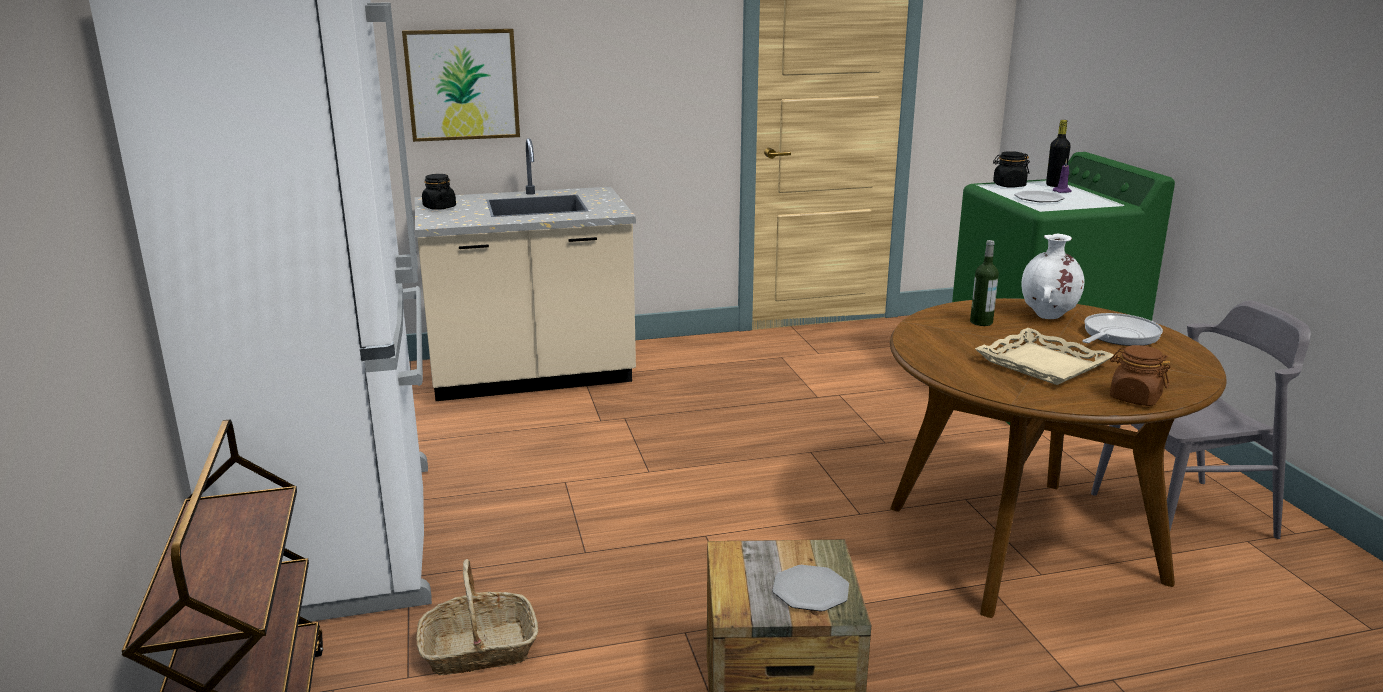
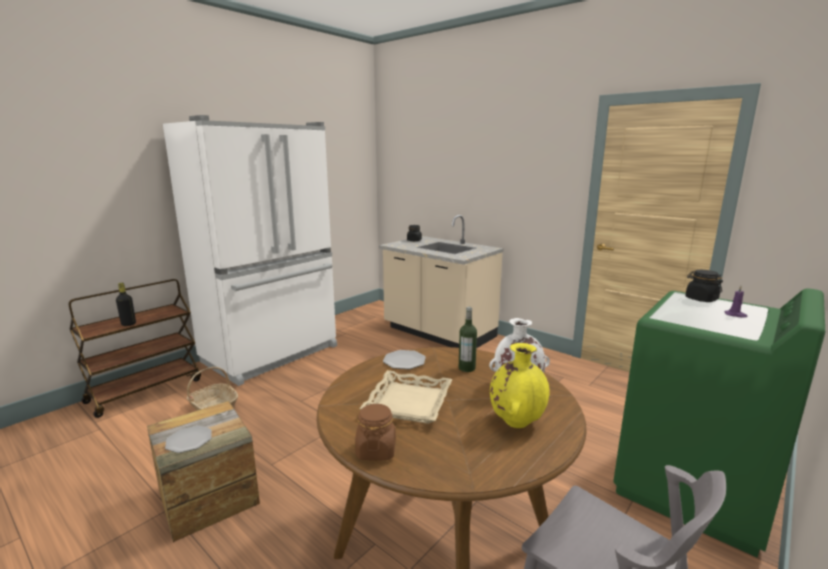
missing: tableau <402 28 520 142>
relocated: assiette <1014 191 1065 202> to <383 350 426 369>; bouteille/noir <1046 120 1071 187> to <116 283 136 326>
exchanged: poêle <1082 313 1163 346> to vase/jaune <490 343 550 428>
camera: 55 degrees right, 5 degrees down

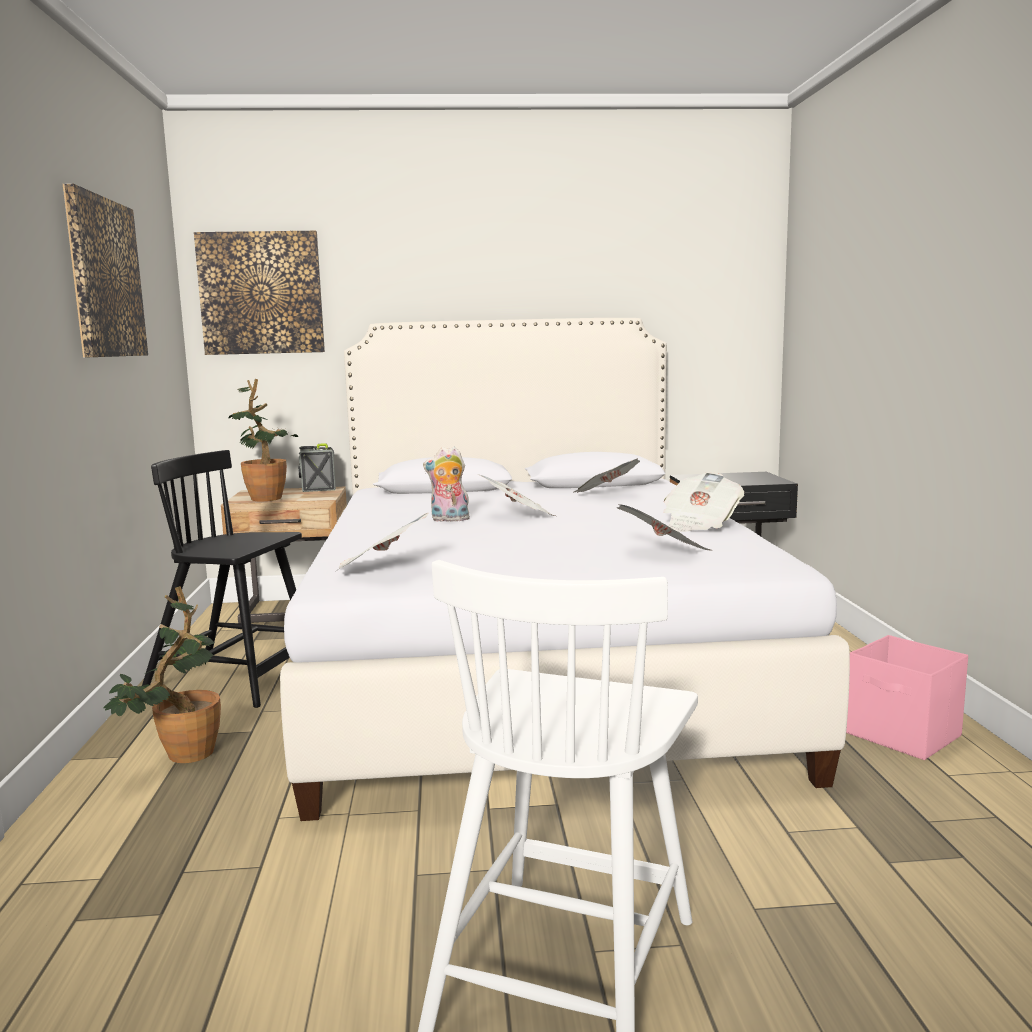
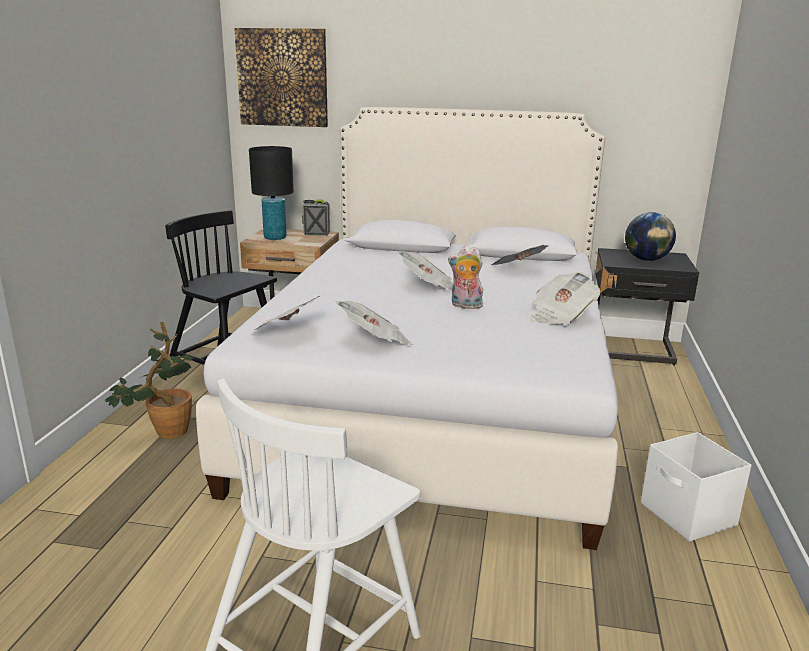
missing: tableau <63 183 148 358>
appeared: globe <625 212 676 261>
relocated: peluche <423 447 471 522> to <448 247 483 309>; journal <616 504 711 550> to <335 301 414 345>
exchanged: plante en pot <228 379 299 501> to lampe de table/noir <249 146 294 240>
colour: boîte de rangement/rose <846 635 968 760> to boîte de rangement/blanc <641 432 751 542>
camera: 15 degrees right, 10 degrees up

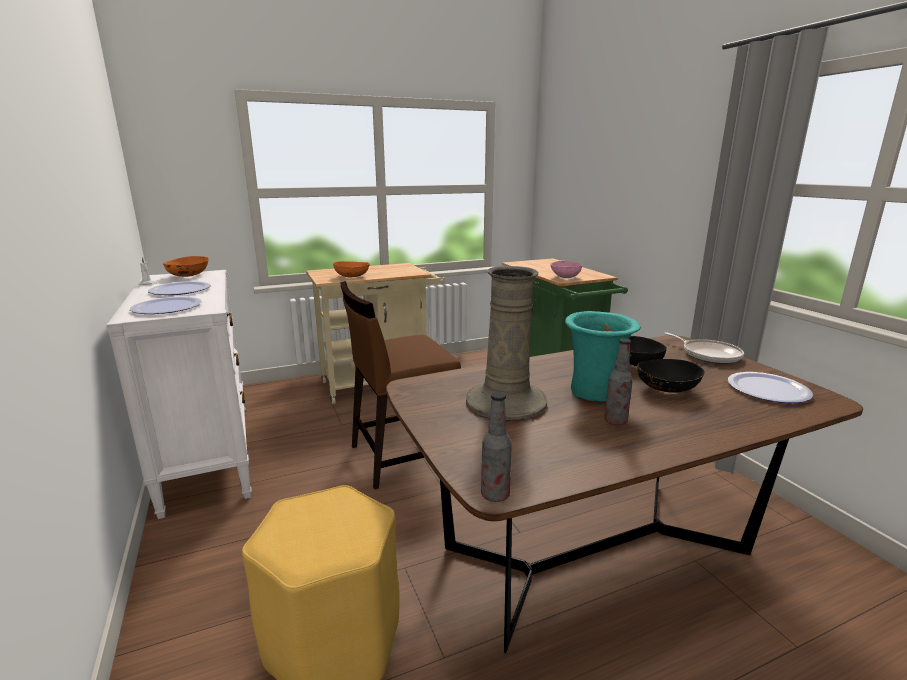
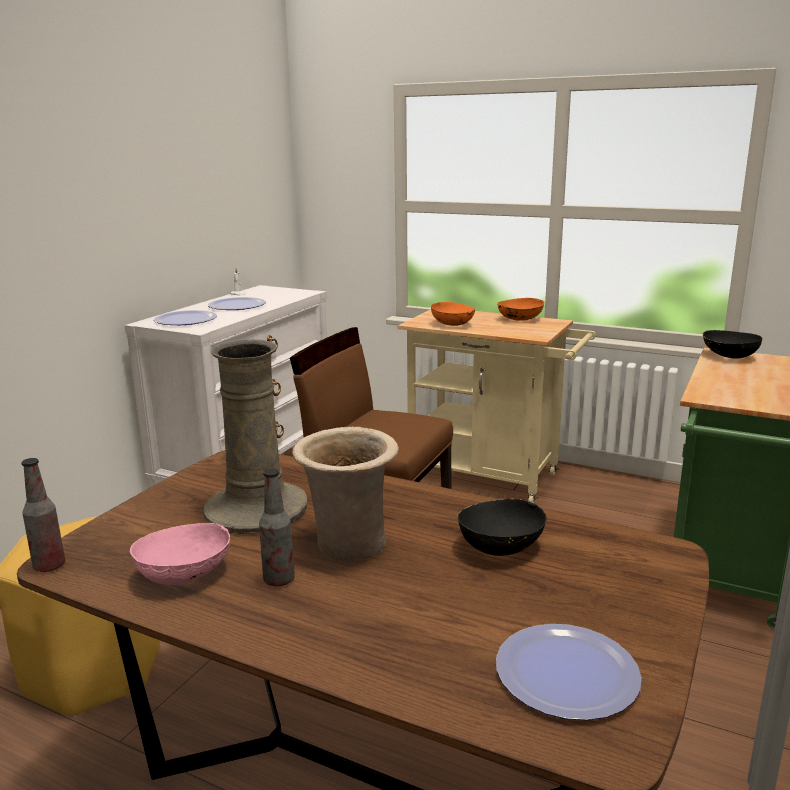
missing: poêle <664 332 744 364>
relocated: bol/orange <163 256 209 277> to <497 298 545 321>; bol/rose <550 261 582 278> to <130 523 230 585>; bol/noir <637 359 705 393> to <703 330 762 359>
colour: vase/turquoise <565 311 641 402> to vase/beige <292 427 399 561>
camera: 50 degrees right, 0 degrees up

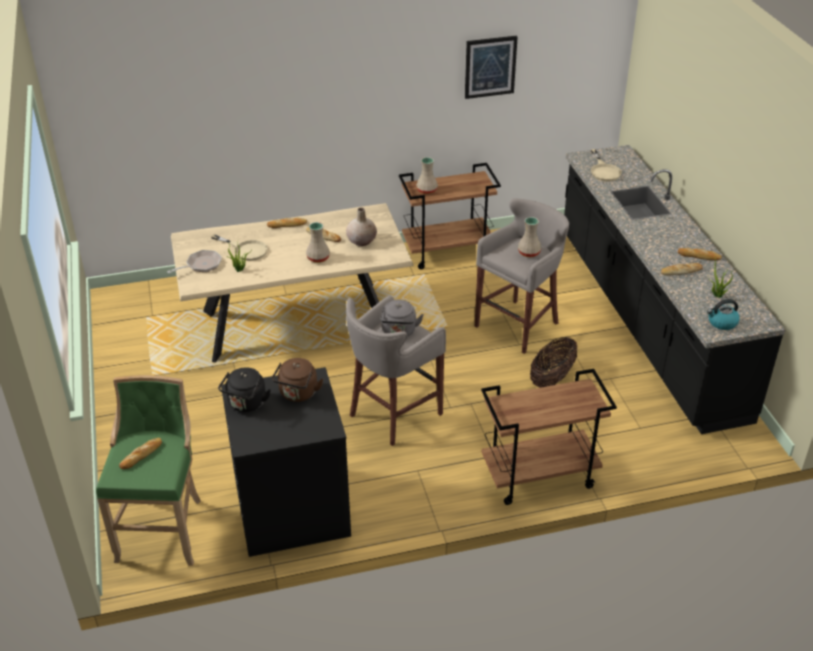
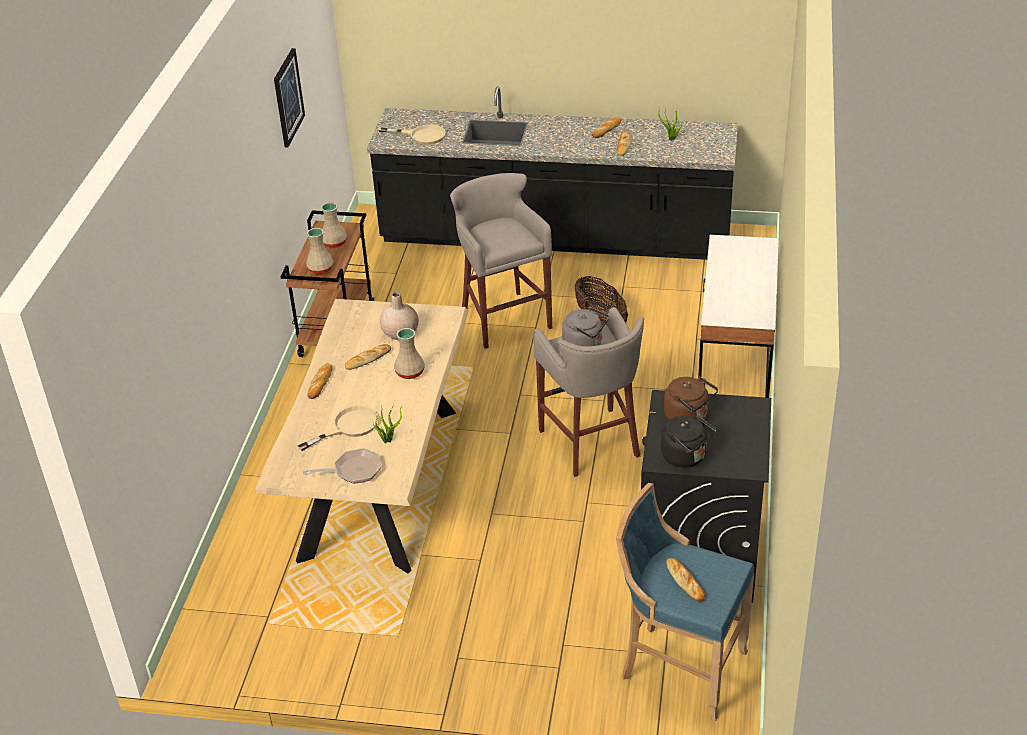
missing: bouilloire <707 299 740 330>
relocated: vase/beige <518 217 541 257> to <321 202 347 248>
exchanged: chariot/marron <481 369 617 505> to bureau/blanc <699 235 778 398>
colour: tabouret/vert <96 375 201 566> to tabouret/bleu <616 483 755 721>
spun: poêle <167 250 222 273> = <303 448 382 484> 90 degrees clockwise
camera: 65 degrees left, 0 degrees up

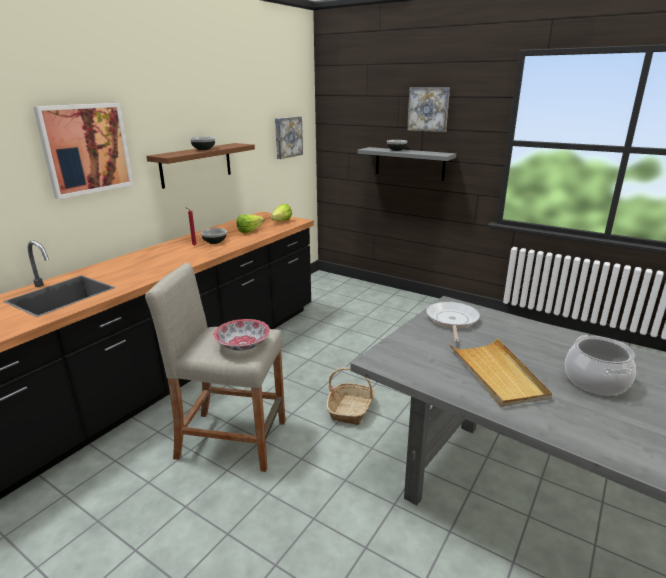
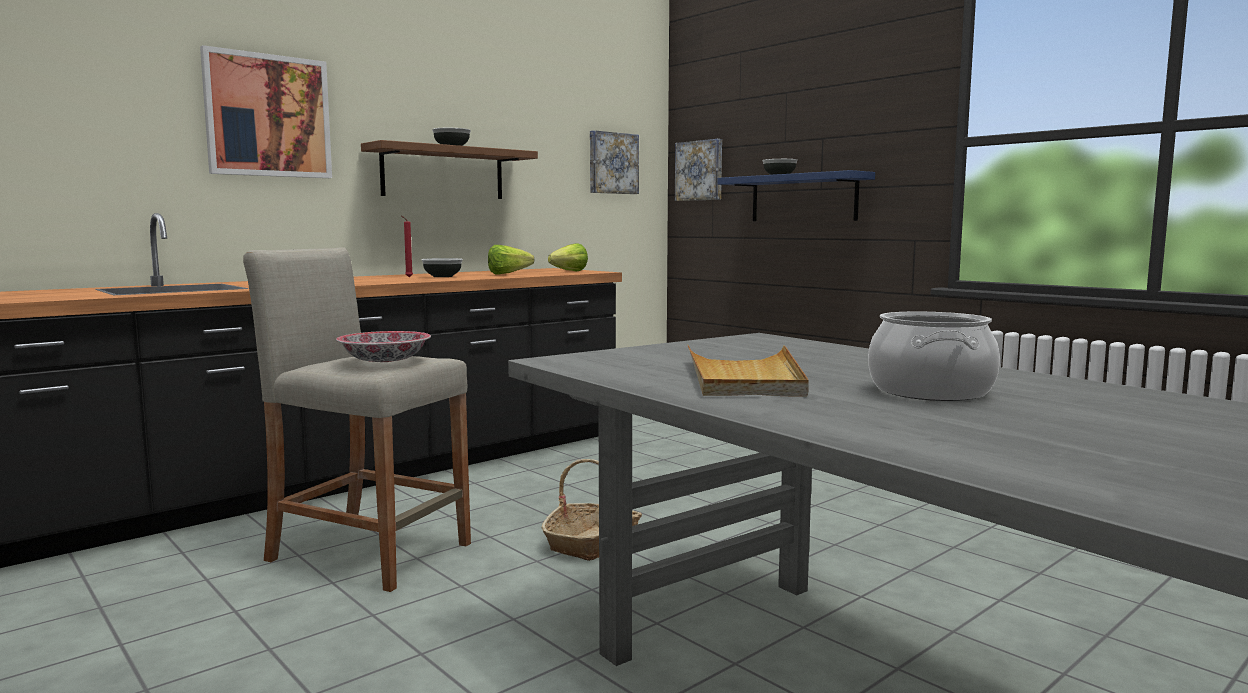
missing: poêle <426 302 480 343>
relocated: tableau <407 88 450 132> to <675 139 722 201>
colour: étagère/gris <358 147 456 181> to étagère/bleu <717 170 875 221>
camera: 15 degrees right, 15 degrees down

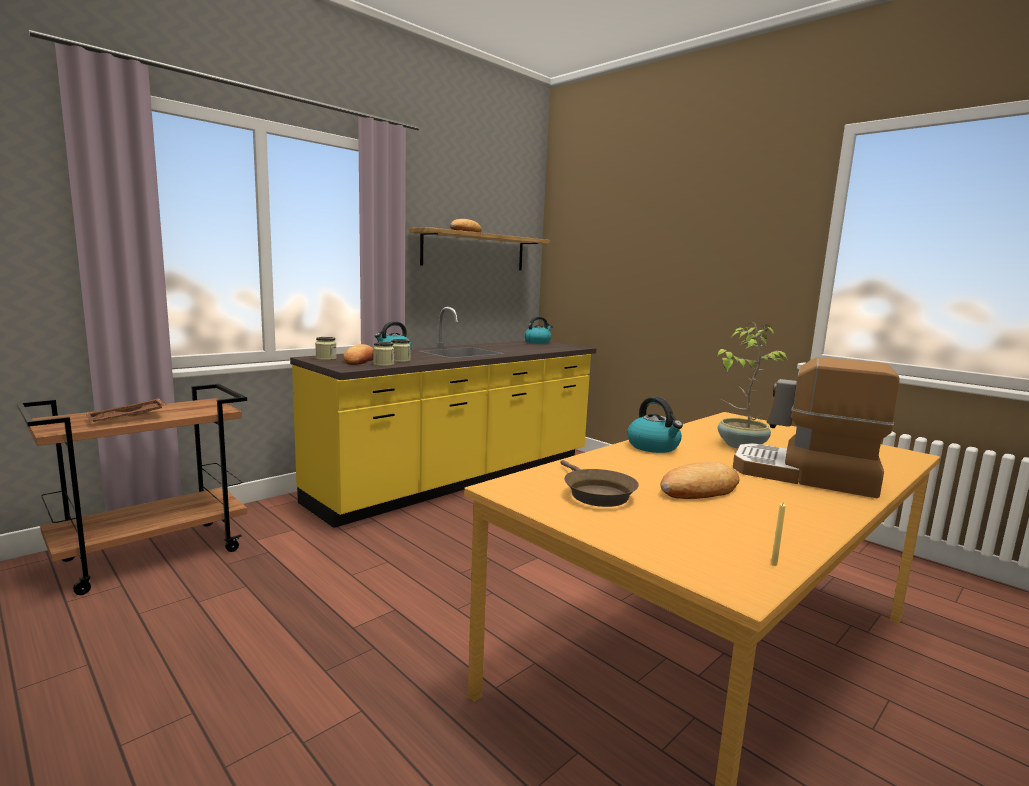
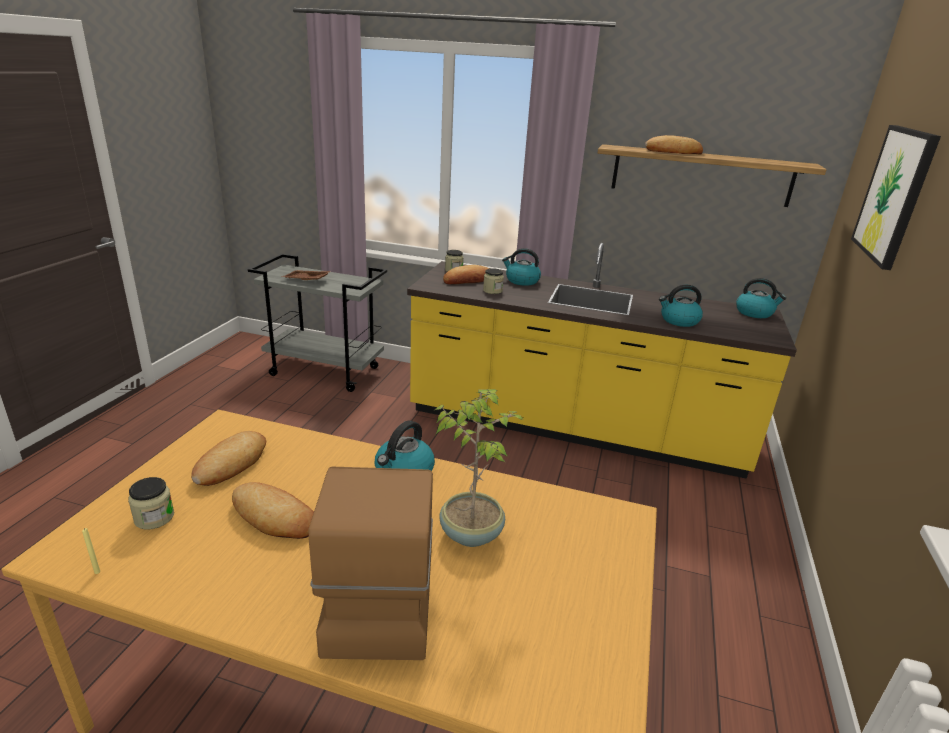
appeared: bouilloire <659 285 703 327>; tableau <851 125 941 270>
relocated: bocal <373 342 394 366> to <128 477 174 530>
exchanged: poêle/marron <561 460 639 507> to pain <191 431 266 486>
colour: chariot/marron <17 384 247 595> to chariot/gris <248 254 387 392>
camera: 60 degrees right, 15 degrees up

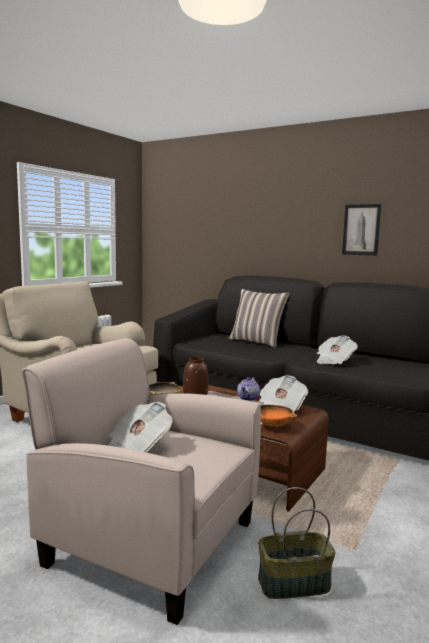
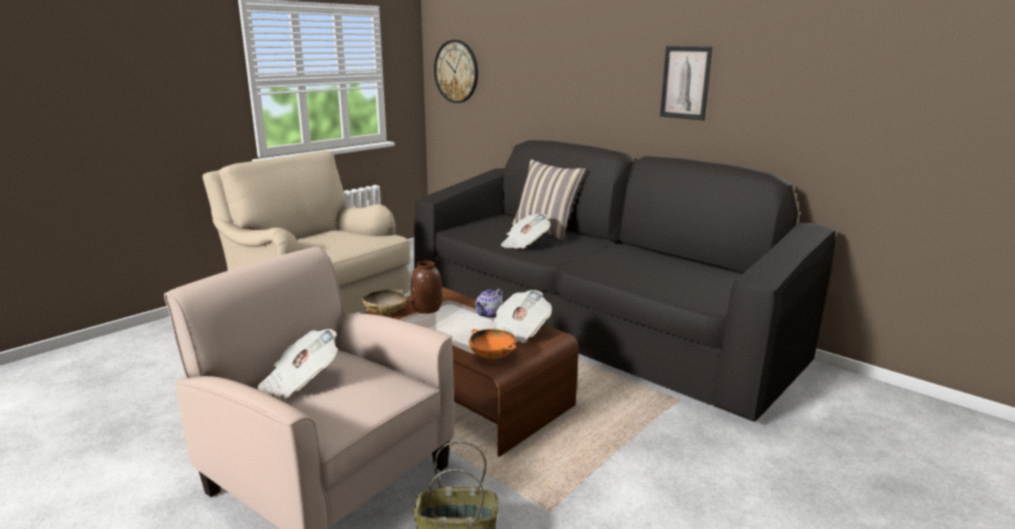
appeared: horloge murale <434 40 478 103>
relocated: journal <317 335 358 364> to <501 213 550 249>
camera: 10 degrees right, 10 degrees up

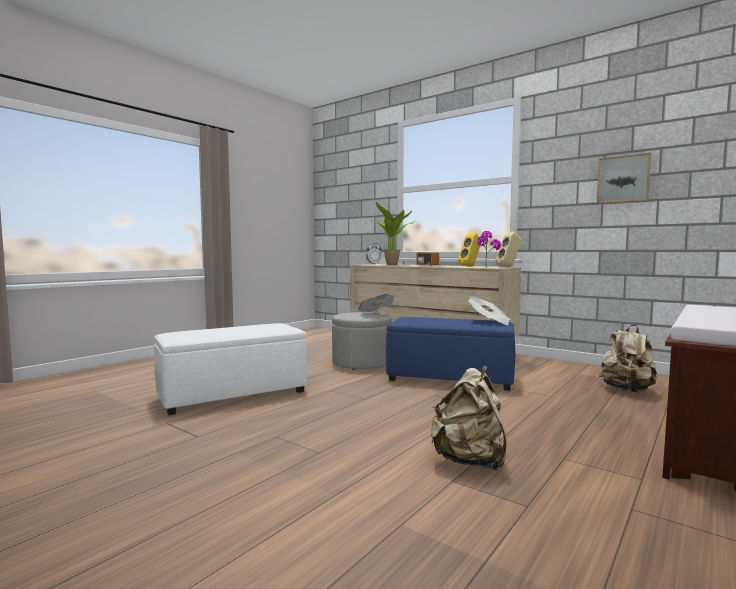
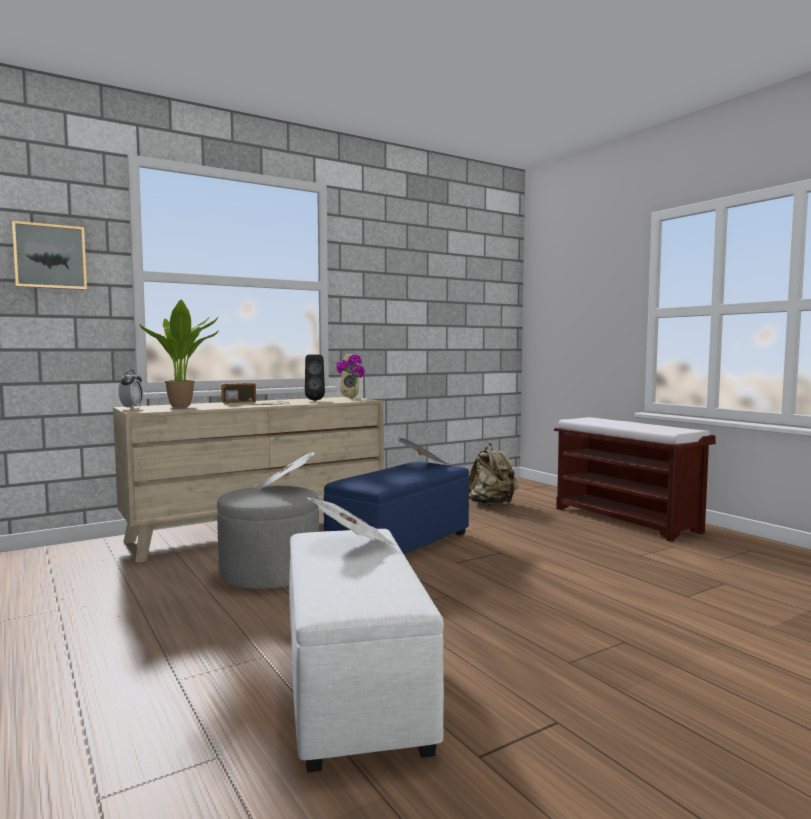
missing: sac à dos/beige <431 366 507 471>
appeared: journal <306 497 396 545>
relocated: tableau <597 153 651 204> to <12 221 87 290>
colour: enceinte/jaune <458 232 482 267> to enceinte/noir <305 354 325 401>
camera: 70 degrees left, 0 degrees up

